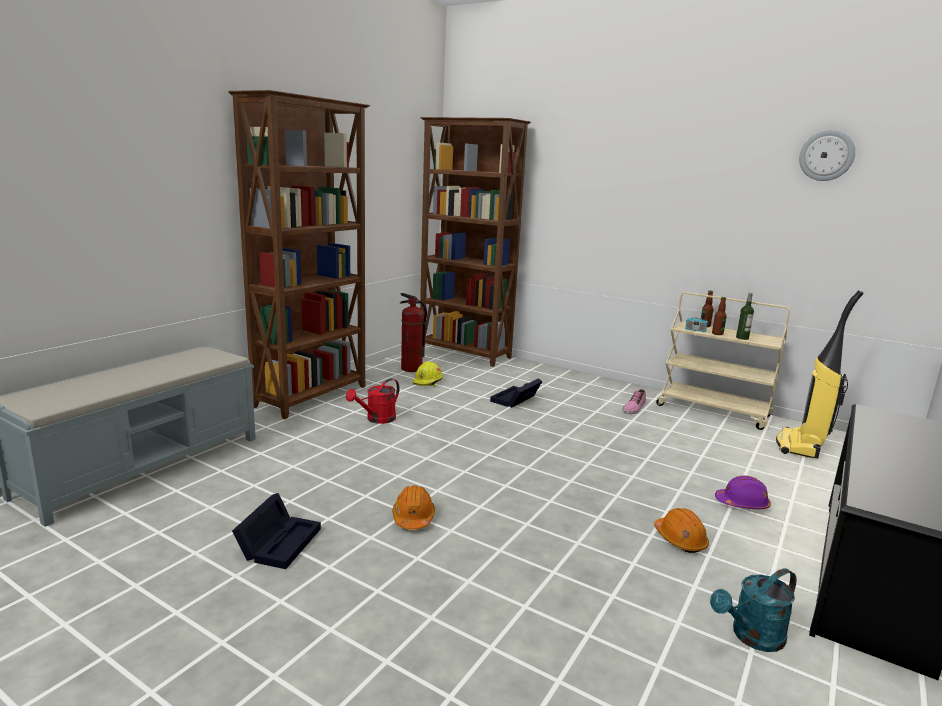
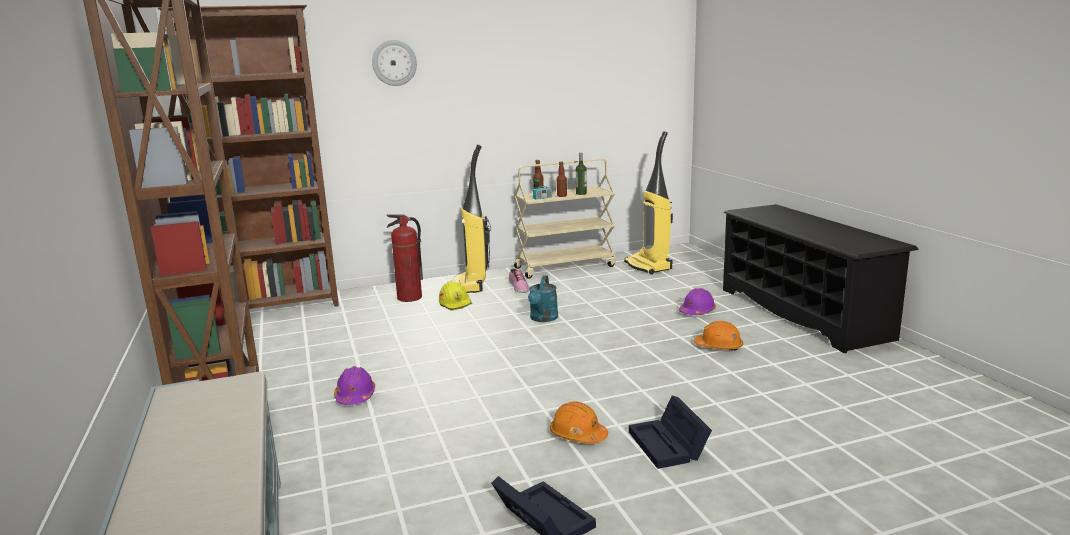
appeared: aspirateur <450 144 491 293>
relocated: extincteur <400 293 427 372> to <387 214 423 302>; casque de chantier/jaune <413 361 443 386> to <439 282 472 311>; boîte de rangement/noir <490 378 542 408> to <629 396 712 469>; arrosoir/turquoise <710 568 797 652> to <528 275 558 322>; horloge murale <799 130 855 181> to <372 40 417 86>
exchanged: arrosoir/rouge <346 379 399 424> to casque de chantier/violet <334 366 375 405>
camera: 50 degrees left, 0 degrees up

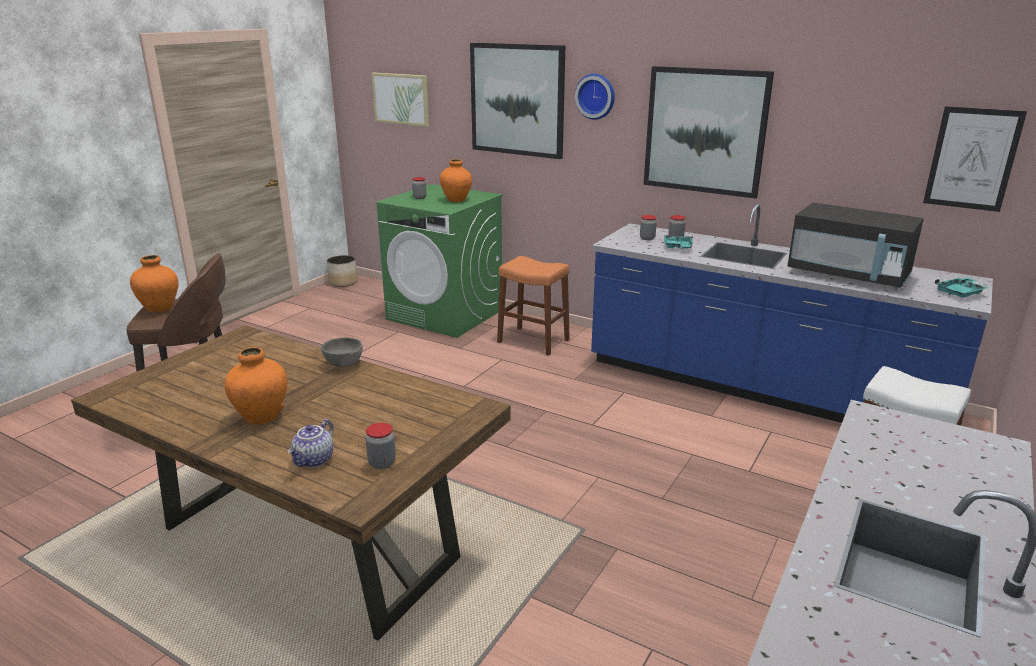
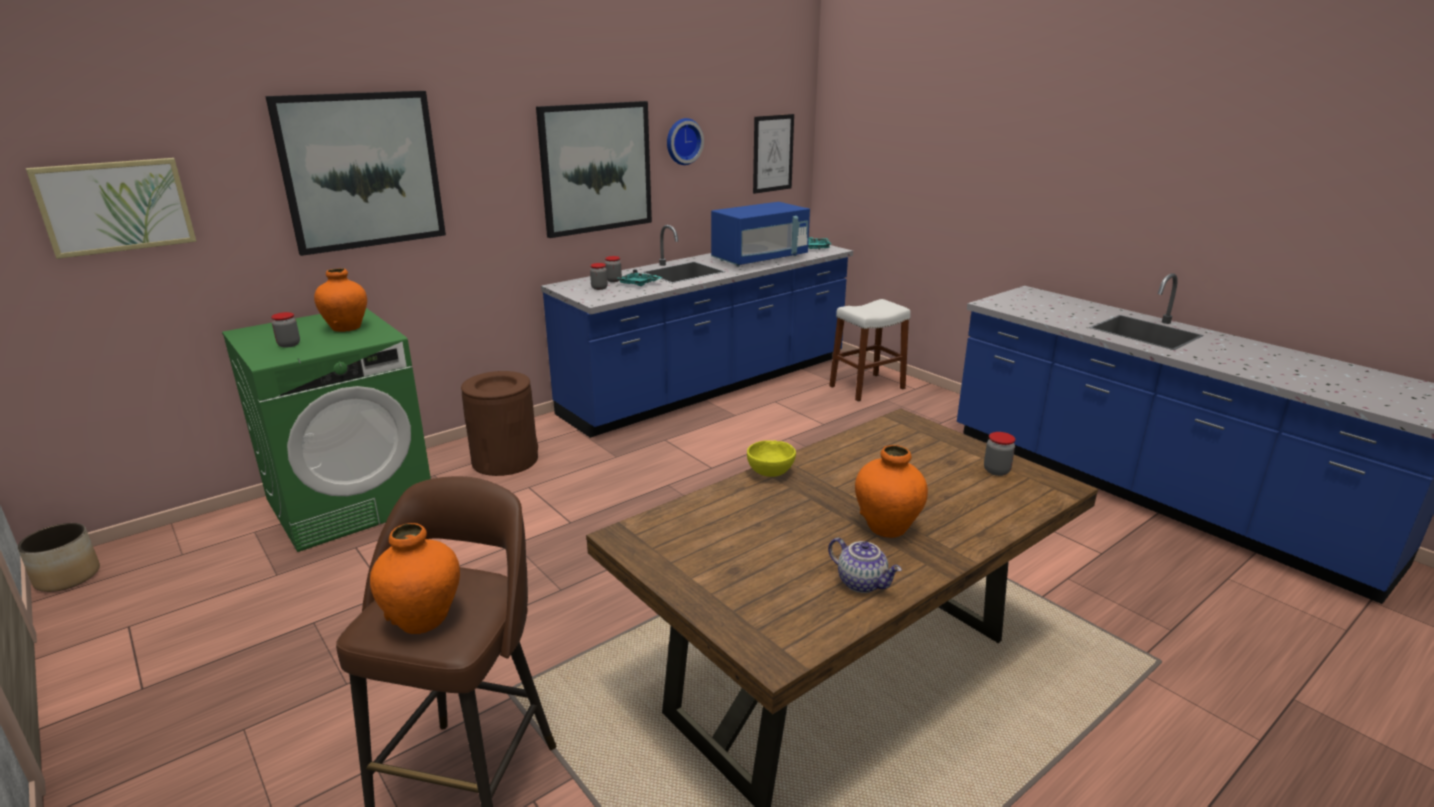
relocated: théière <287 419 334 468> to <828 538 902 593>; horloge murale <575 74 615 120> to <667 118 704 165>
exchanged: tabouret/orange <497 256 570 356> to poubelle/marron <461 371 538 476>
colour: bol/gris <321 337 363 367> to bol/jaune <747 440 796 477>; micro-ondes/noir <787 203 923 288> to micro-ondes/bleu <711 202 810 267>
camera: 70 degrees left, 0 degrees up

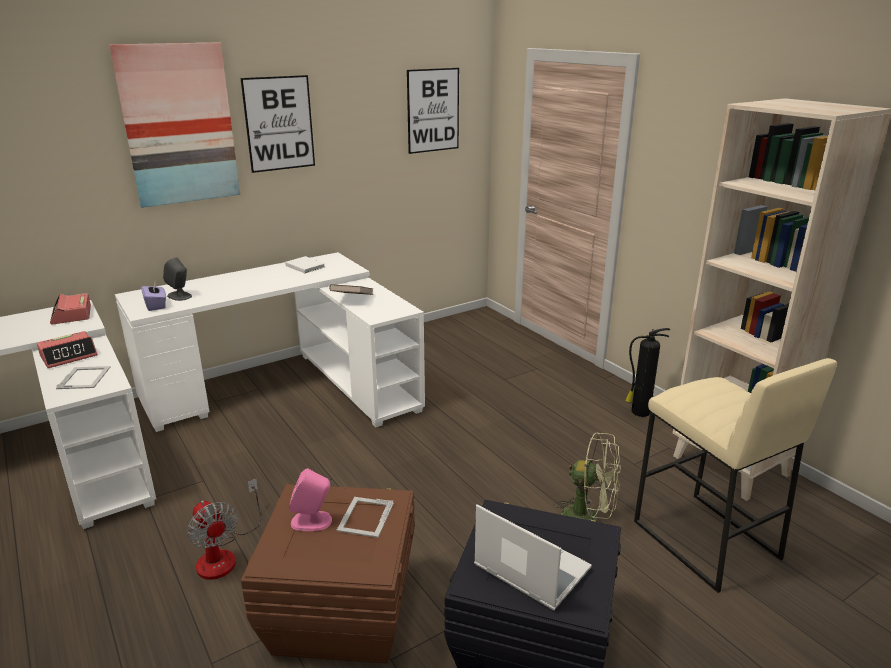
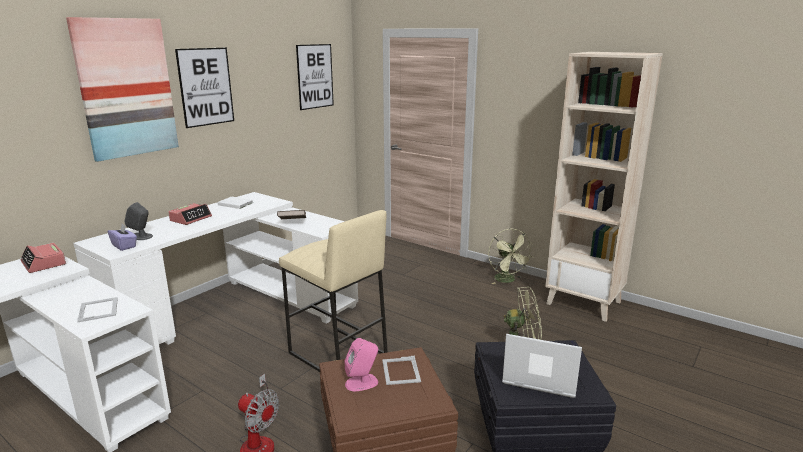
relocated: réveil <37 331 98 368> to <169 203 212 225>; tabouret/beige <634 358 837 593> to <279 210 388 372>
exchanged: extincteur <625 328 670 417> to ventilateur/vert <488 228 534 284>
camera: 20 degrees left, 5 degrees down

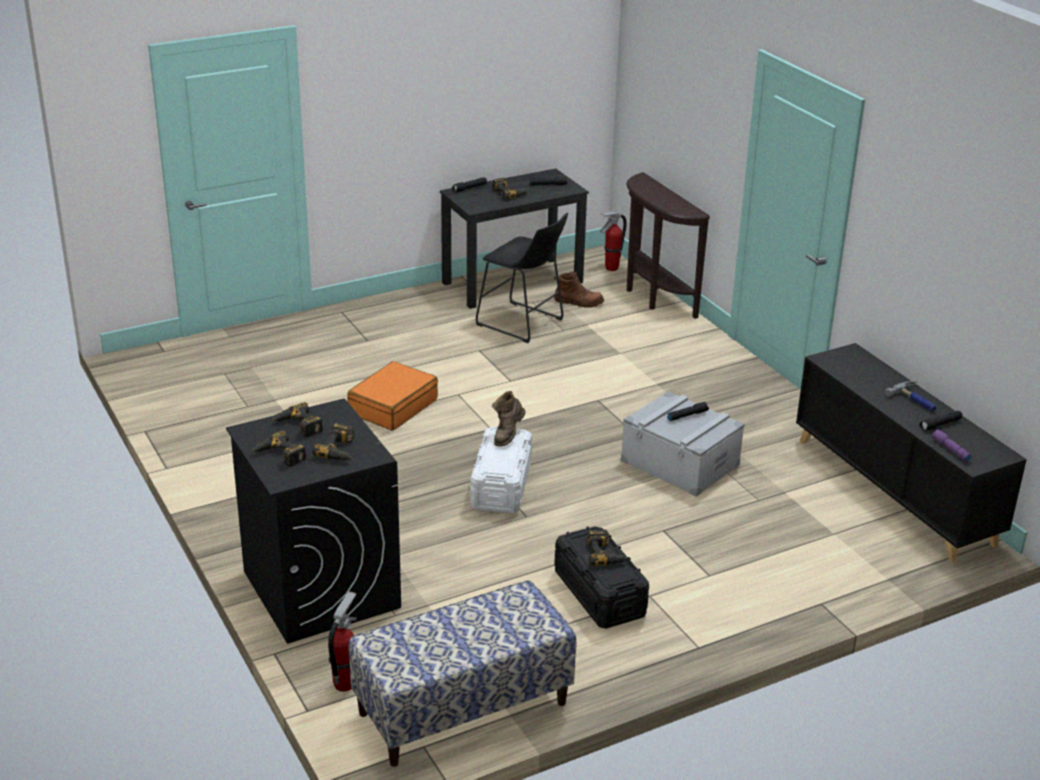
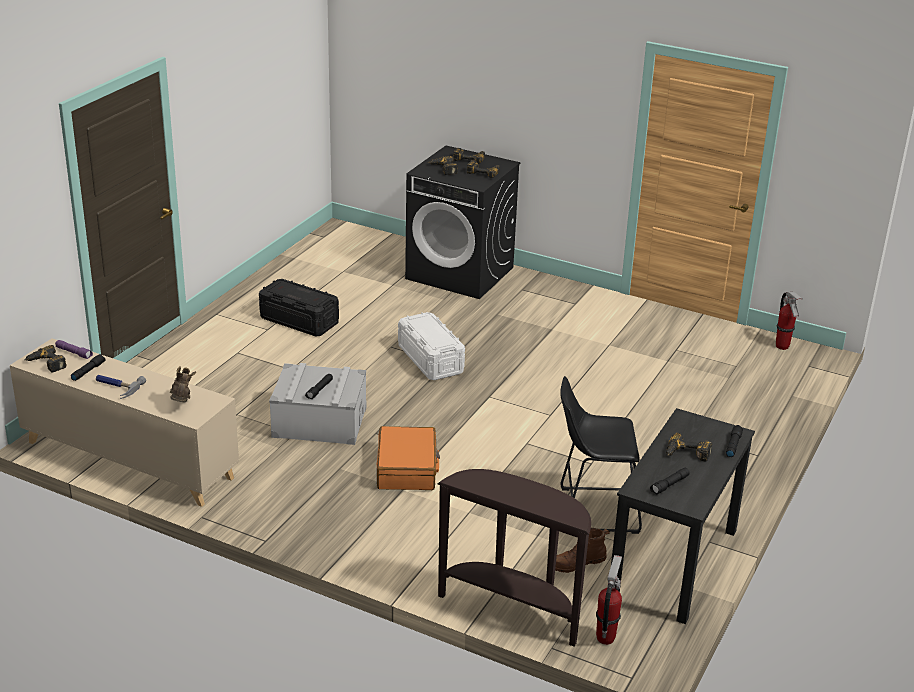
missing: banc <349 580 576 767>
relocated: extincteur <328 591 357 692> to <776 292 803 350>; valise/orange <347 361 438 431> to <377 426 440 490>; botte/marron <492 391 526 446> to <170 366 196 402>; perceuse <587 529 628 566> to <24 345 67 373>
colour: meuble de rangement/noir <796 343 1027 563> to meuble de rangement/beige <10 338 239 507>
camera: 145 degrees right, 0 degrees up

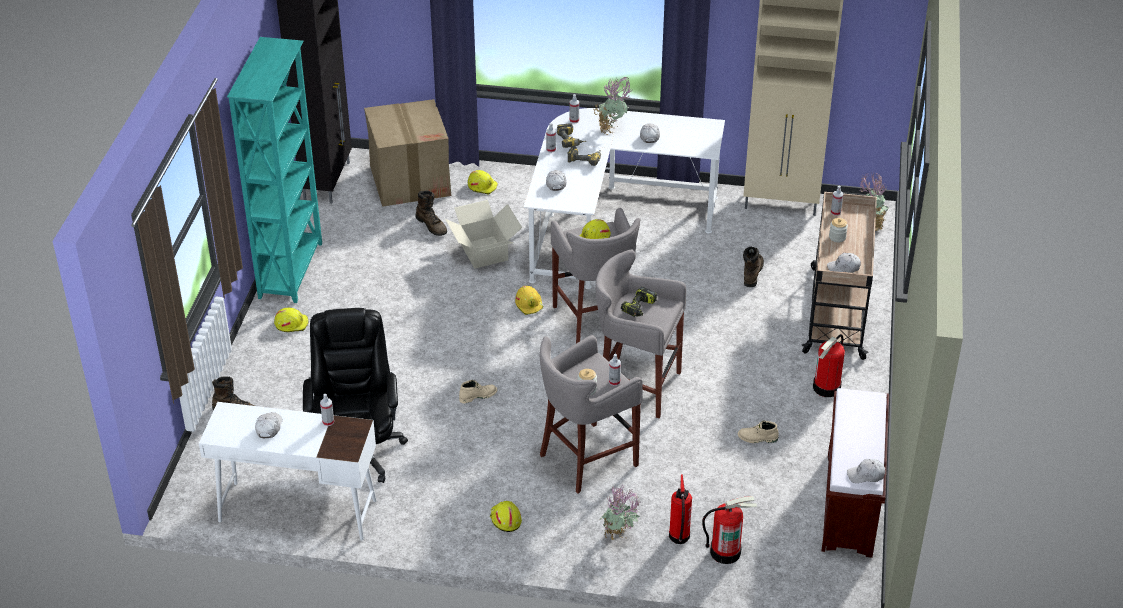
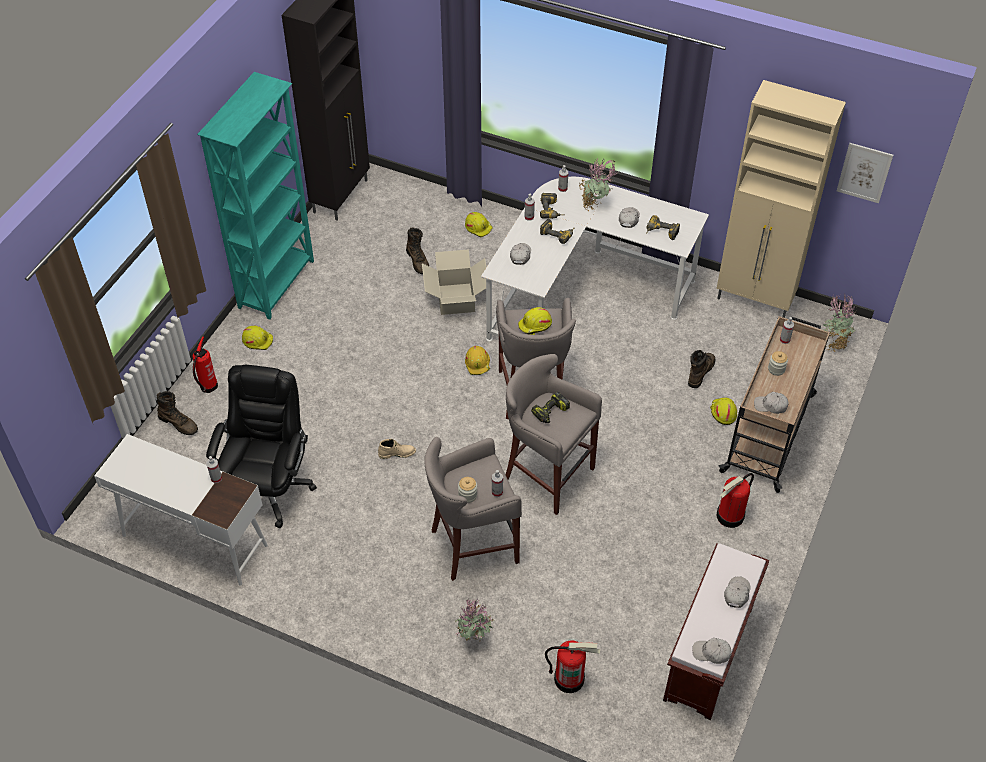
missing: carton <364 99 451 207>; botte/beige <738 421 779 443>
appeared: perceuse <646 215 680 240>; tableau <837 143 893 203>
relocated: casquette/blanc <255 412 282 438> to <724 576 751 608>; casque de chantier/jaune <490 501 522 532> to <710 398 737 425>; extincteur <669 475 692 544> to <192 336 218 393>
camera: 15 degrees right, 10 degrees up

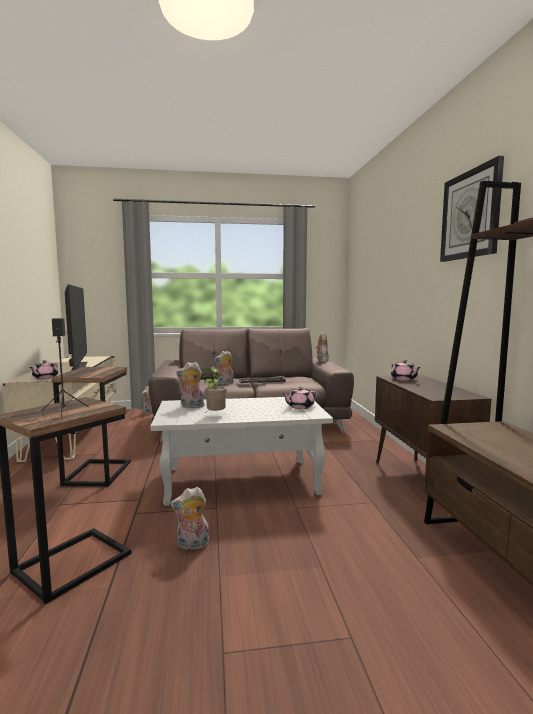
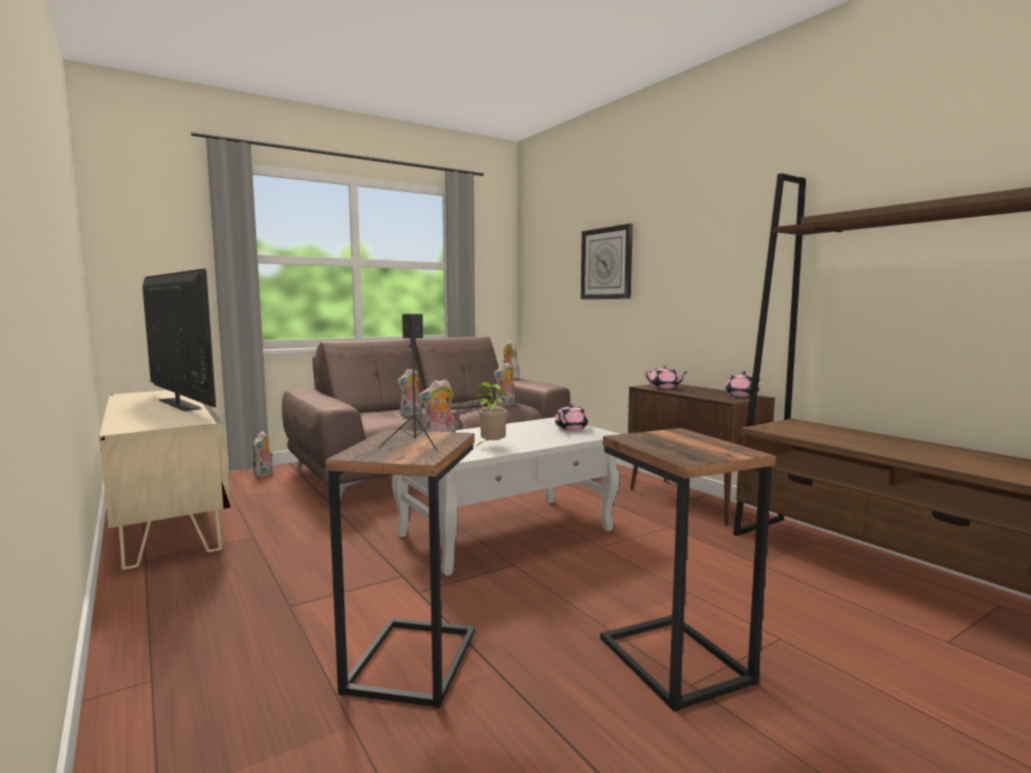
relocated: théière/rose <30 360 58 379> to <725 371 761 397>; table d'appoint <52 367 131 487> to <600 428 775 712>; peluche <170 487 209 550> to <493 362 515 406>; horloge murale <440 156 504 262> to <581 224 633 299>
camera: 25 degrees left, 0 degrees up

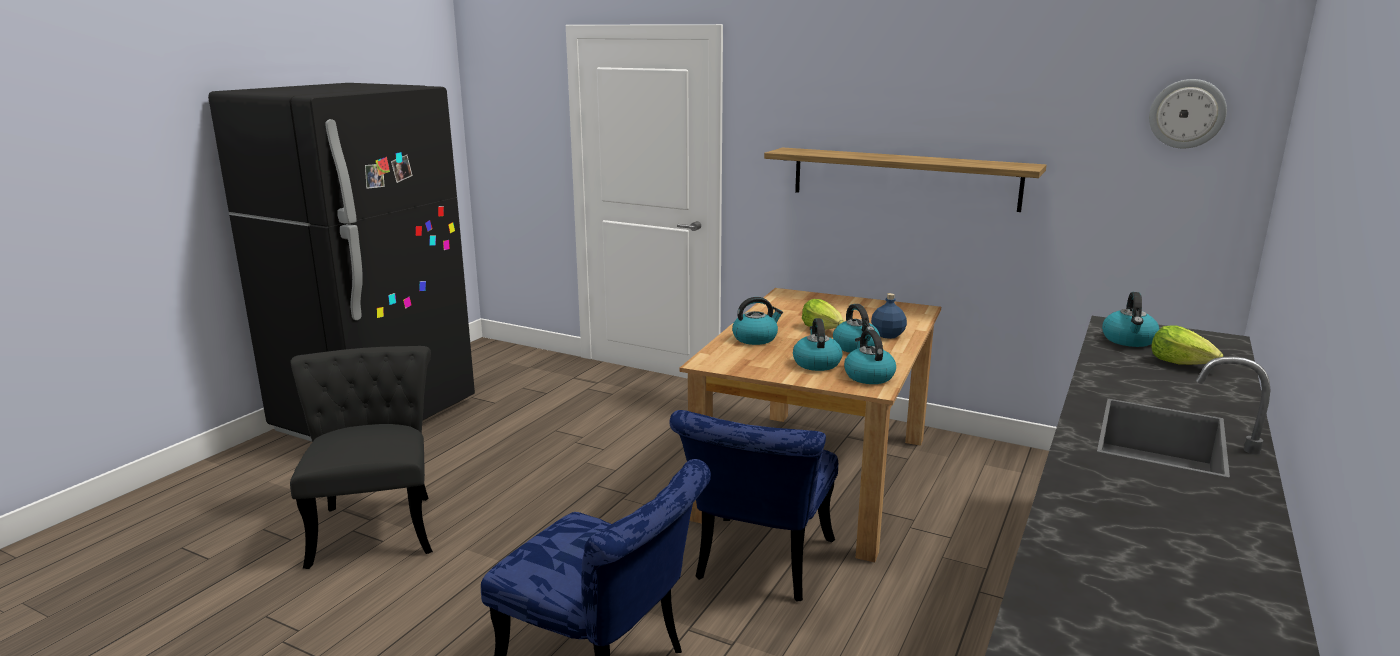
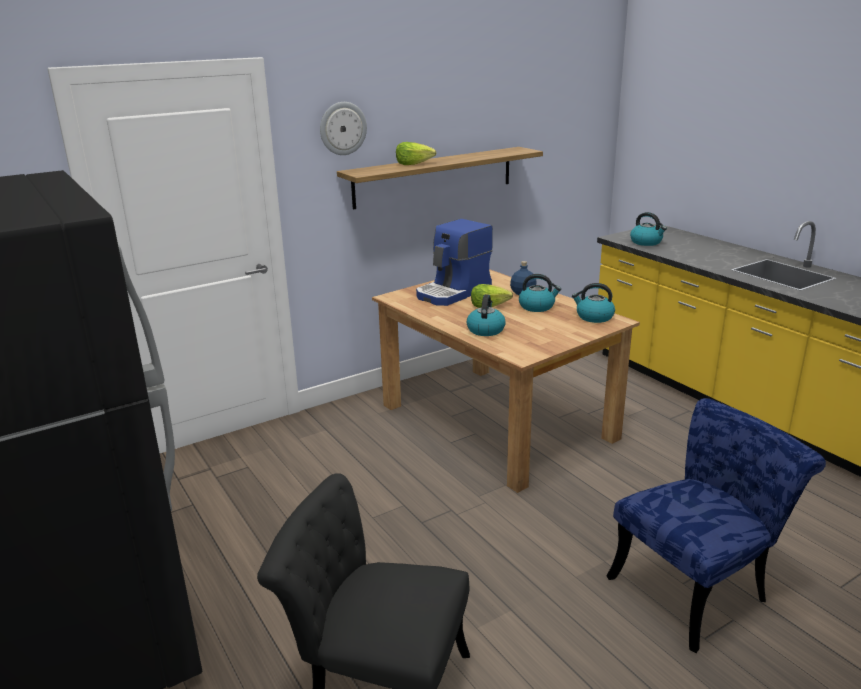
missing: chaise/bleu <669 410 838 602>; bouilloire <793 318 842 371>
appeared: machine à café <416 219 493 306>
relocated: horloge murale <1149 79 1227 149> to <320 102 367 155>; laitue <1151 325 1223 365> to <396 142 436 165>
camera: 60 degrees left, 5 degrees up

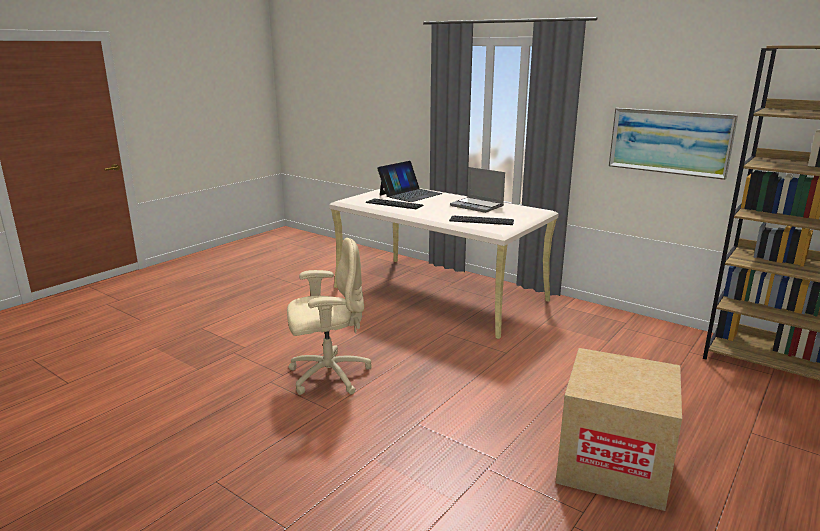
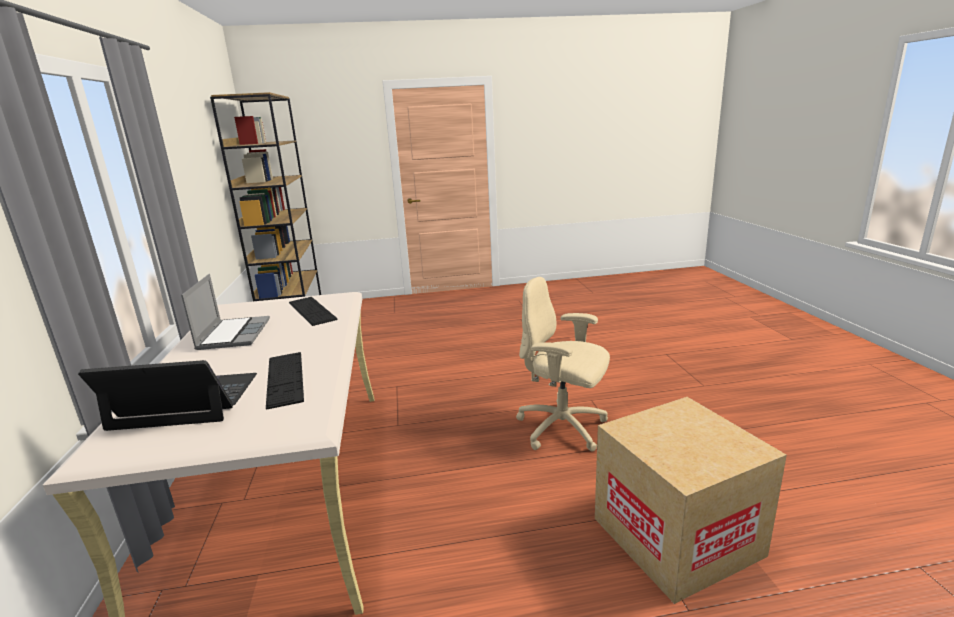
missing: tableau <609 108 738 180>
relocated: carton <556 348 682 511> to <595 397 787 604>
camera: 135 degrees left, 0 degrees up

